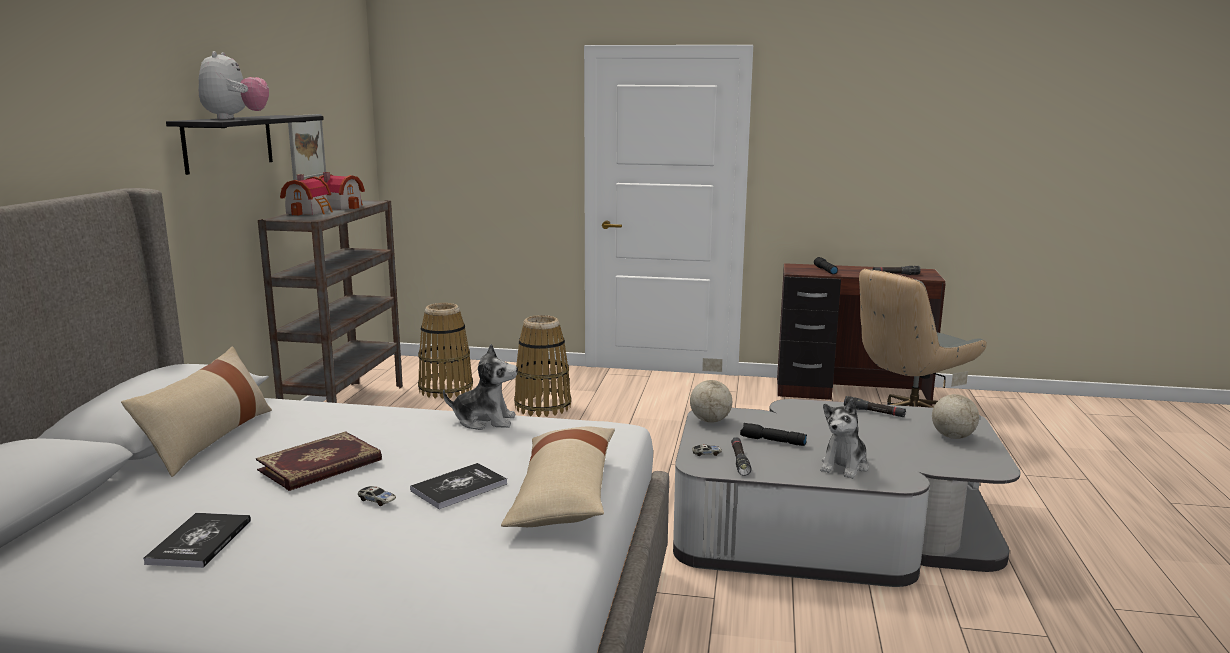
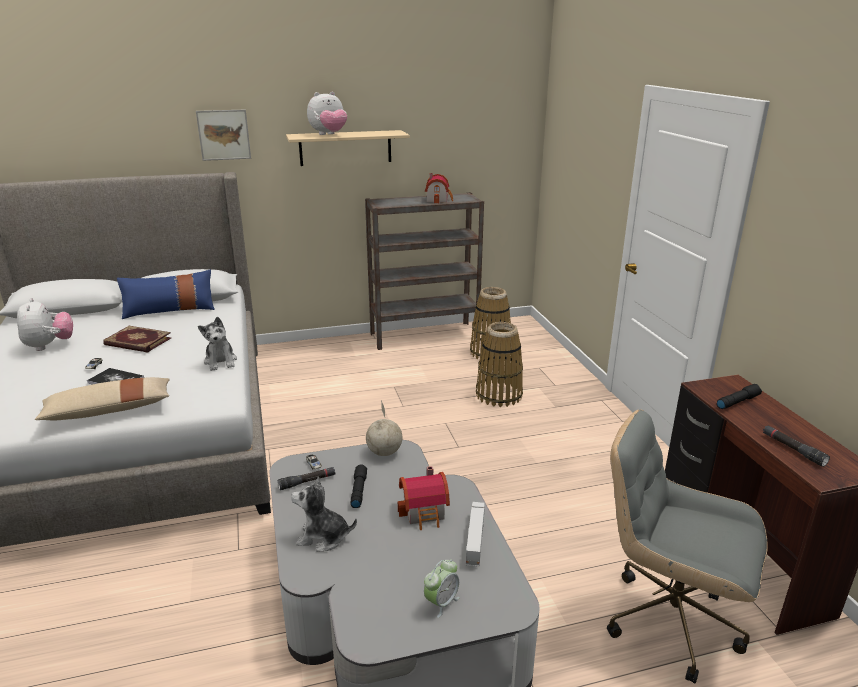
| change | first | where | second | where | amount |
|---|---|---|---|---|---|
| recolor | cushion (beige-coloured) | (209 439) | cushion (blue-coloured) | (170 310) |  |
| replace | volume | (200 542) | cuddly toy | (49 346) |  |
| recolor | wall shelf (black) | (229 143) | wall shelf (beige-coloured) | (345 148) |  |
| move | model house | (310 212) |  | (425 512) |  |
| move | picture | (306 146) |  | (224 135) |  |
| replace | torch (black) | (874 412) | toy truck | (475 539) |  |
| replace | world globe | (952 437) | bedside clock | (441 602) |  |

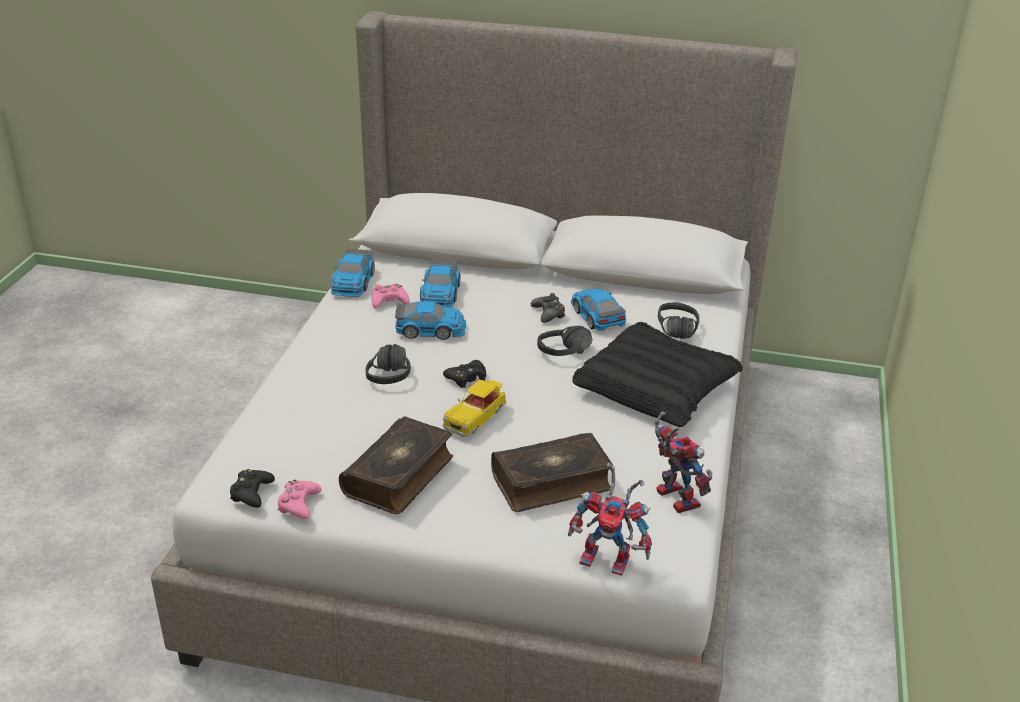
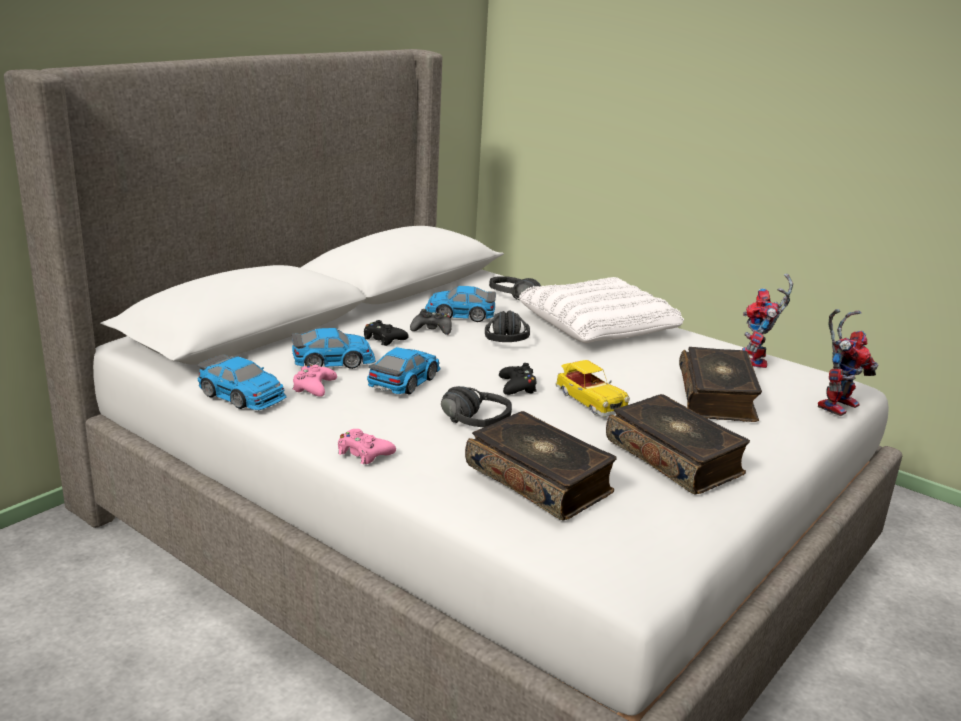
| change | first | where | second | where | amount |
|---|---|---|---|---|---|
| move | joypad (black) | (251 493) |  | (383 339) |  |
| move | joypad (pinkish) | (298 504) |  | (363 453) |  |
| rotate | miniature car | (440 294) |  | (334 361) | 45 degrees counterclockwise |
| recolor | cushion (black) | (656 388) | cushion (white-coloured) | (598 326) |  |
| rotate | toy robot | (672 496) |  | (757 361) | 75 degrees counterclockwise |
| insert |  |  | volume | (540 479) |  |

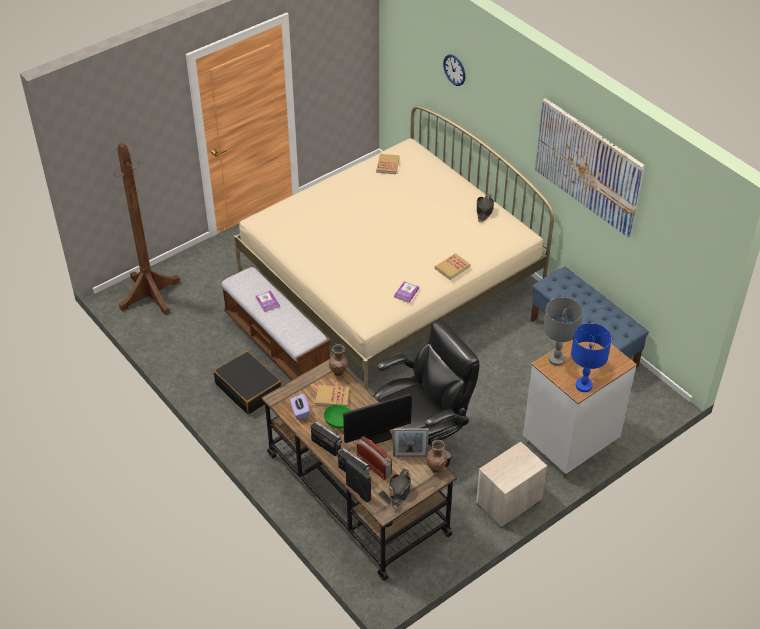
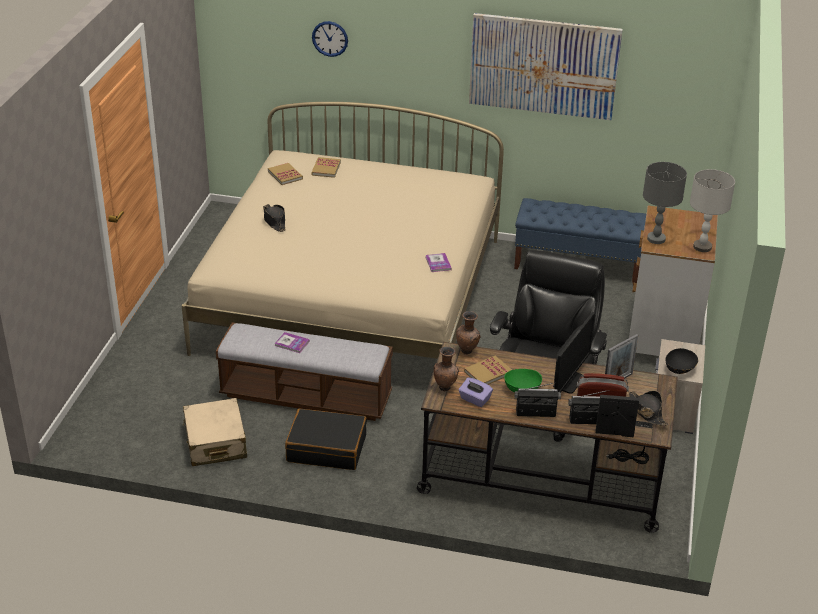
| change | first | where | second | where | amount |
|---|---|---|---|---|---|
| delete | garment stand (brown-coloured) | (150 295) |  |  |  |
| move | vase (brown-coloured) | (436 469) |  | (445 387) |  |
| move | volume | (452 267) |  | (326 169) |  |
| move | wearable hat (black) | (484 210) |  | (274 221) |  |
| recolor | tabletop lamp (blue-coloured) | (583 385) | tabletop lamp (grey) | (702 247) |  |
| insert |  |  | suitcase (beige-coloured) | (215 442) |  |
| insert |  |  | bowl (black) | (680 369) |  |

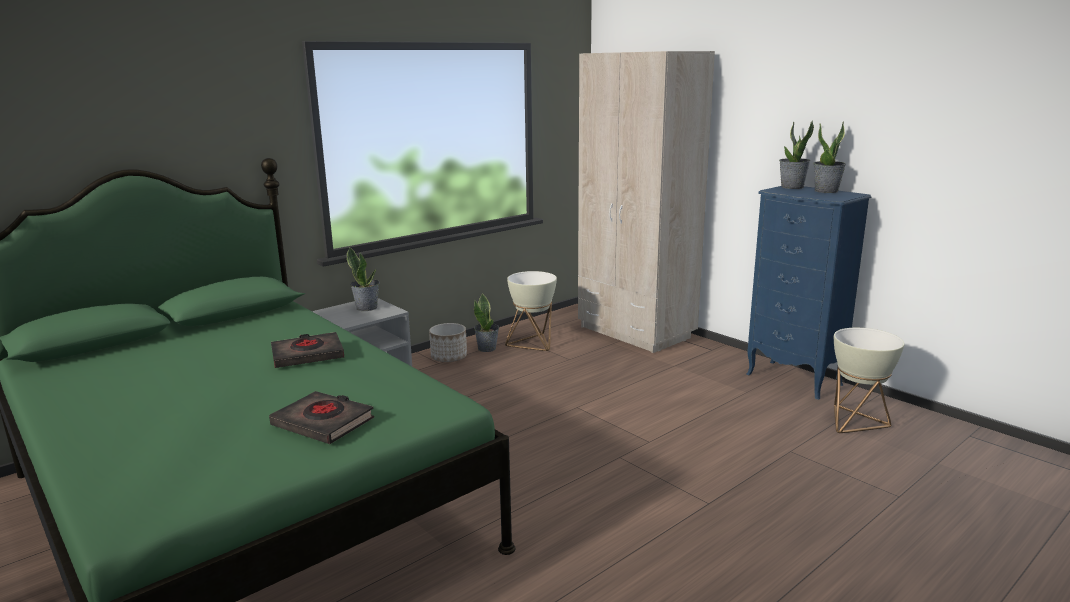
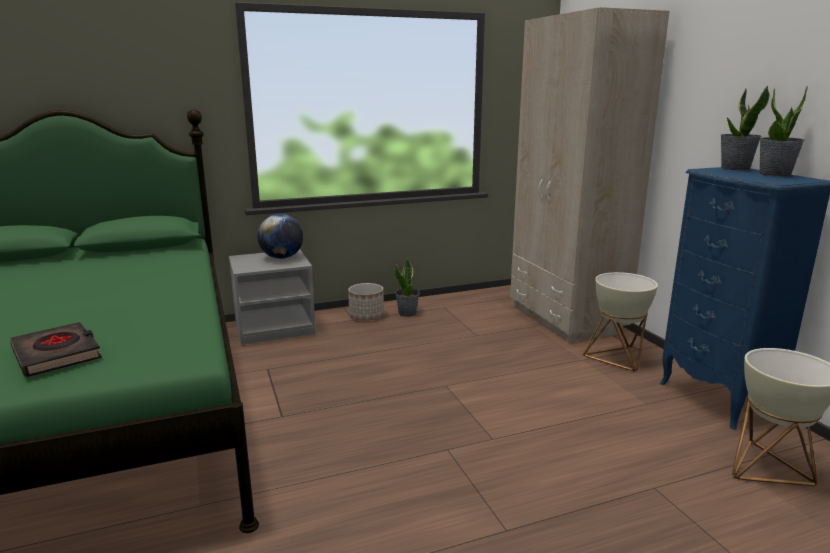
| change | first | where | second | where | amount |
|---|---|---|---|---|---|
| delete | volume (black) | (307 355) |  |  |  |
| replace | potted plant | (367 307) | world globe | (282 258) |  |
| move | planter | (532 344) |  | (616 359) |  |

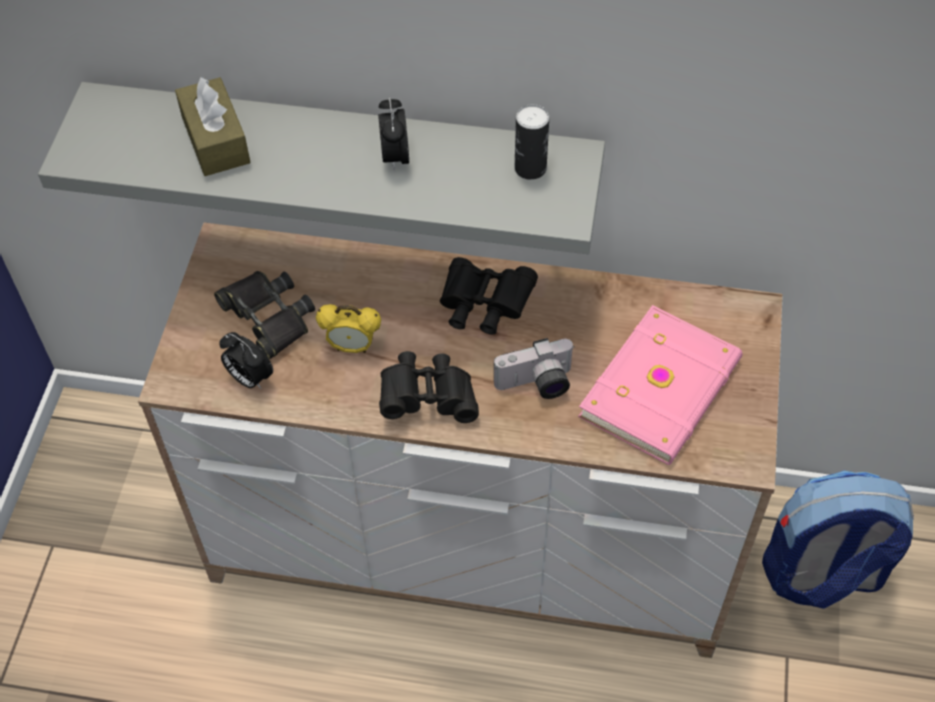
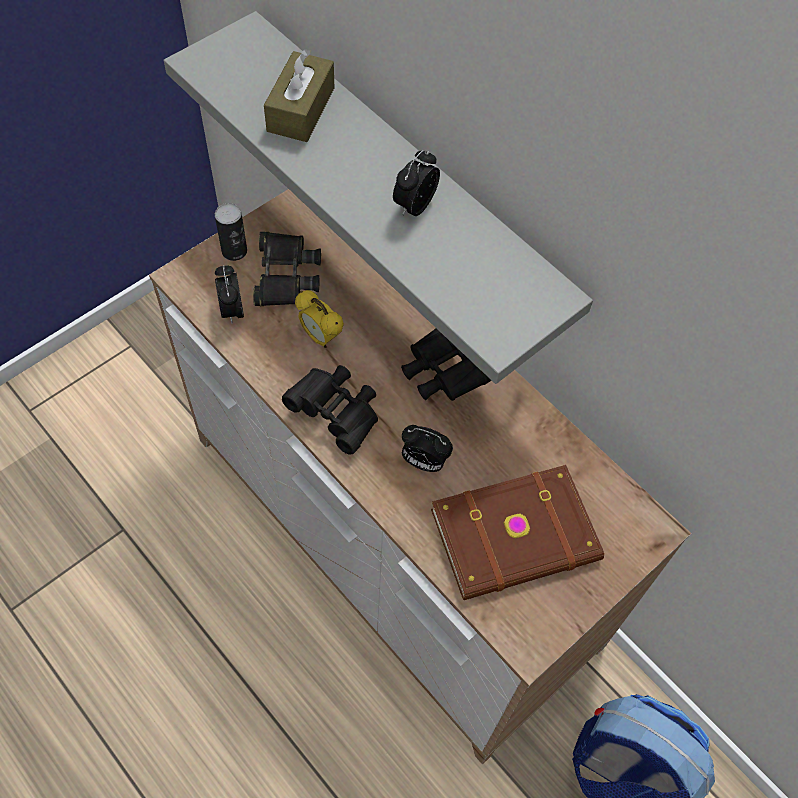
| change | first | where | second | where | amount |
|---|---|---|---|---|---|
| replace | still camera | (536 385) | bedside clock | (423 462) |  |
| move | metal can | (530 168) |  | (234 251) |  |
| recolor | volume (pinkish) | (663 389) | volume (brown-coloured) | (517 537) |  |

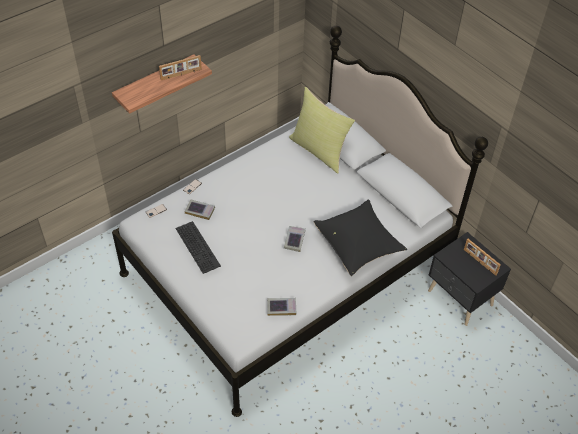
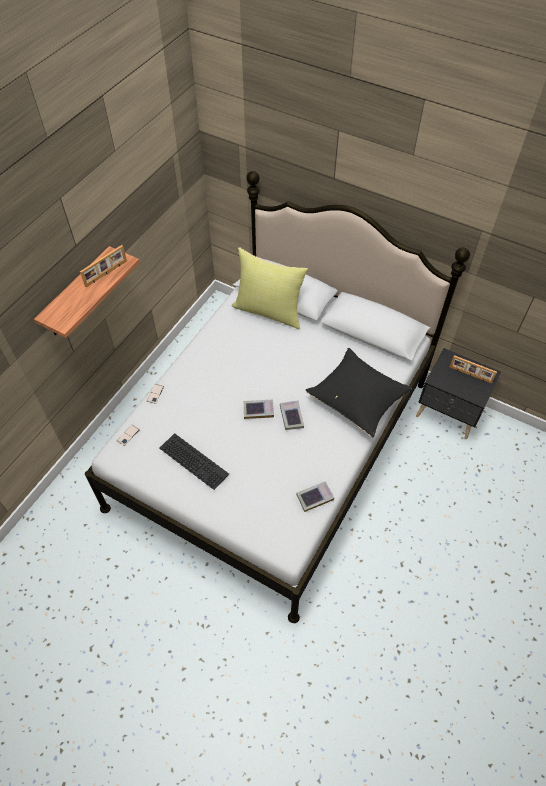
| change | first | where | second | where | amount |
|---|---|---|---|---|---|
| move | volume | (200 211) |  | (258 410) |  |

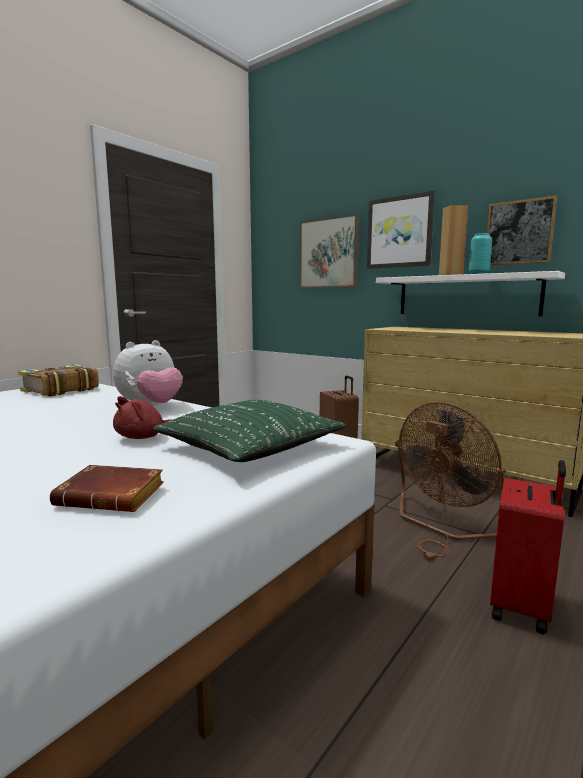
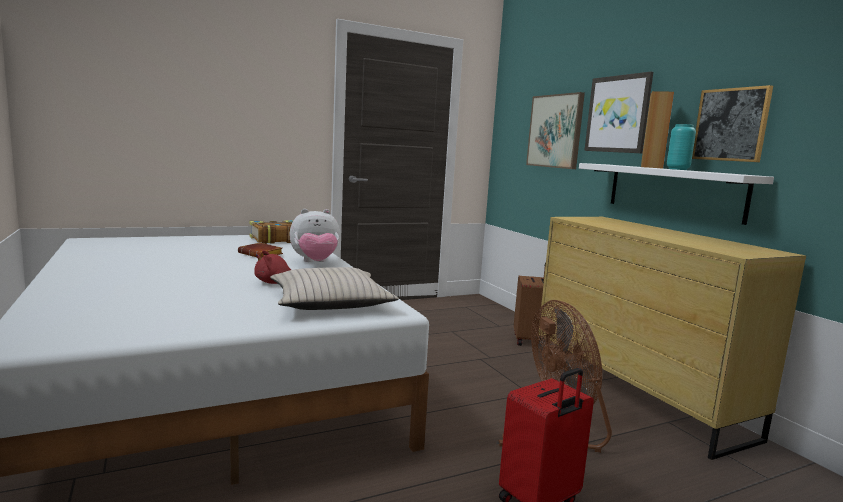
| change | first | where | second | where | amount |
|---|---|---|---|---|---|
| move | volume (brown-coloured) | (114 496) |  | (262 254) |  |
| recolor | cushion (green) | (249 447) | cushion (beige-coloured) | (330 302) |  |

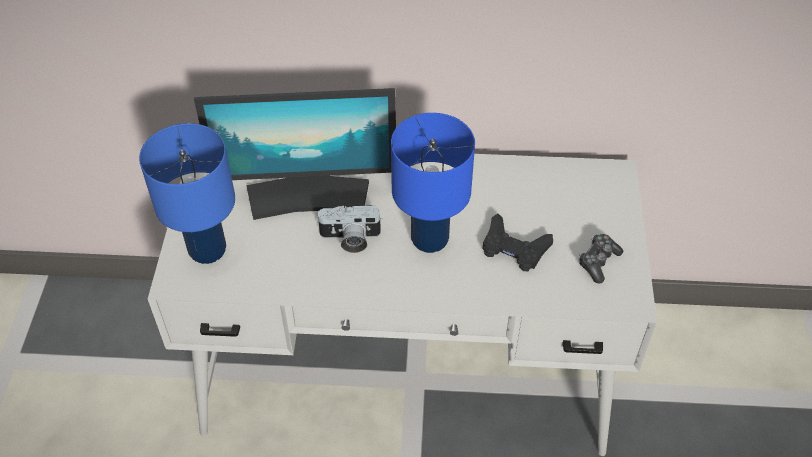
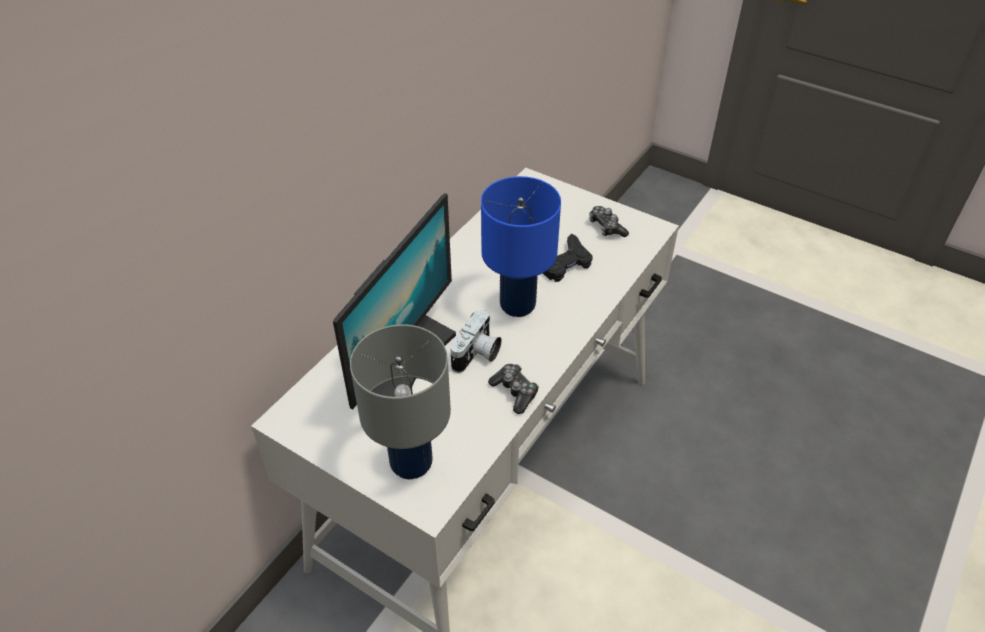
| change | first | where | second | where | amount |
|---|---|---|---|---|---|
| recolor | tabletop lamp (blue-coloured) | (209 252) | tabletop lamp (grey) | (414 464) |  |
| insert |  |  | joypad | (515 392) |  |

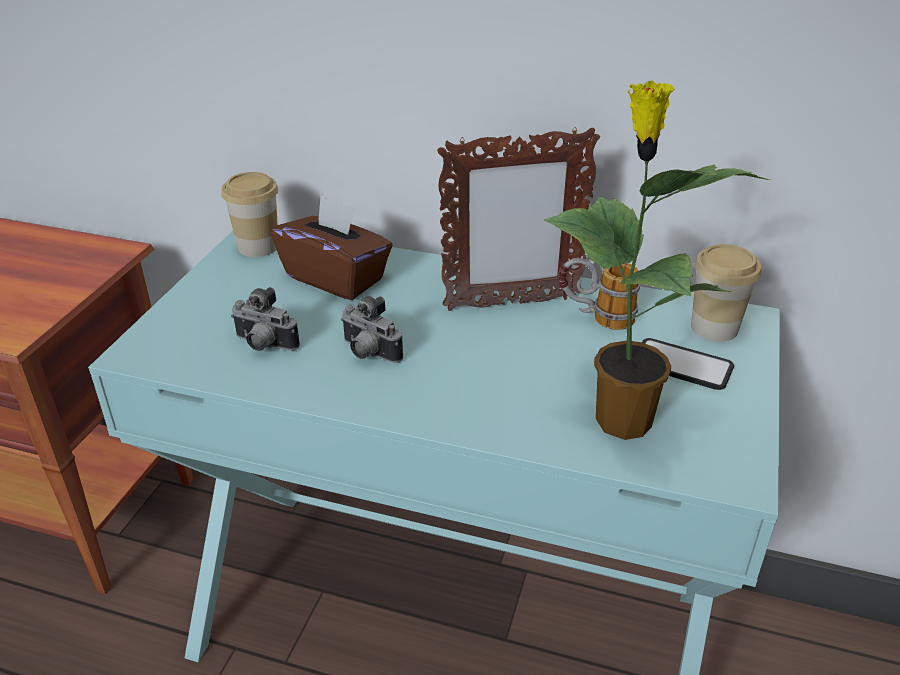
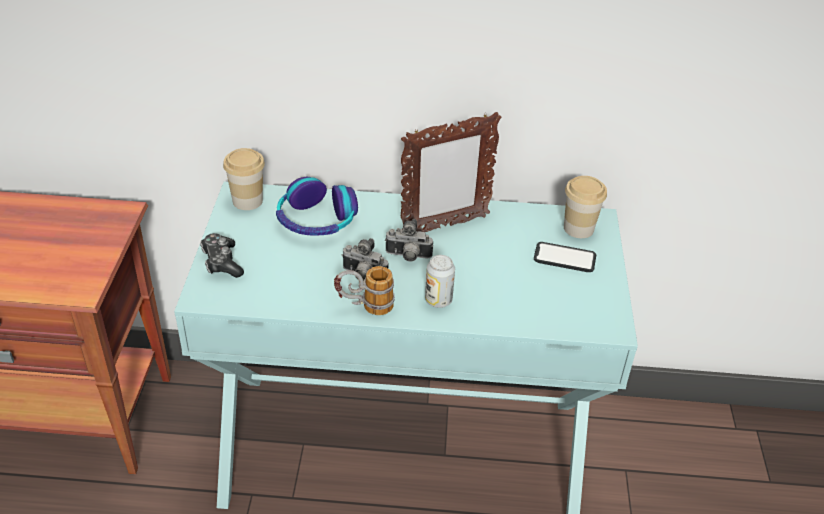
| change | first | where | second | where | amount |
|---|---|---|---|---|---|
| move | still camera | (264 346) |  | (408 257) |  |
| replace | tissue holder (brown-coloured) | (336 278) | pair of headphones | (316 220) |  |
| delete | potted plant | (619 419) |  |  |  |
| move | coffee mug | (595 319) |  | (364 307) |  |
| insert |  |  | joypad | (222 262) |  |
| insert |  |  | metal can | (438 300) |  |

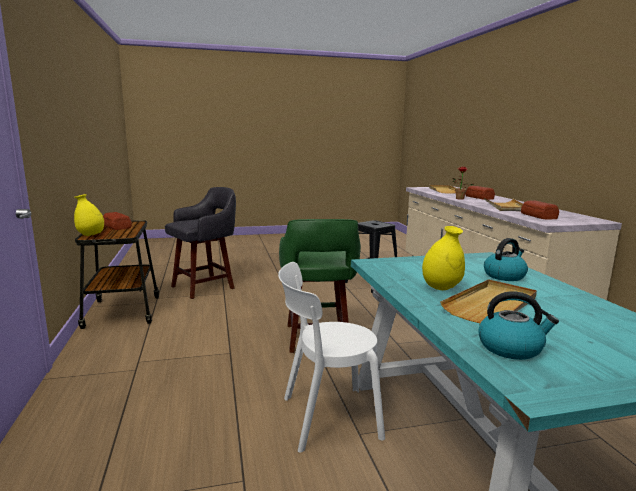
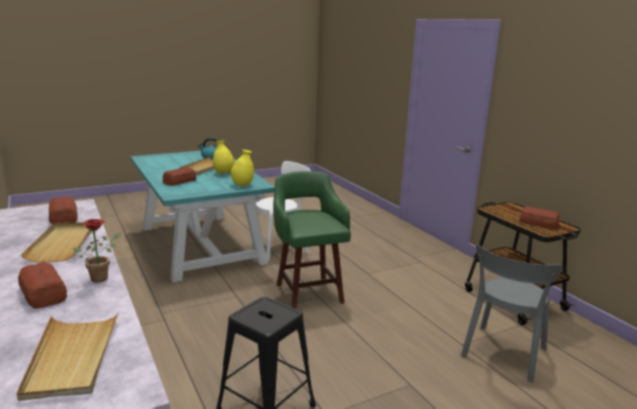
| change | first | where | second | where | amount |
|---|---|---|---|---|---|
| move | vase (yellow-coloured) | (91 235) |  | (242 185) |  |
| replace | sitting stool (grey) | (205 287) | chair (grey) | (502 355) |  |
| replace | tea kettle | (504 276) | baked bread | (180 181) |  |

